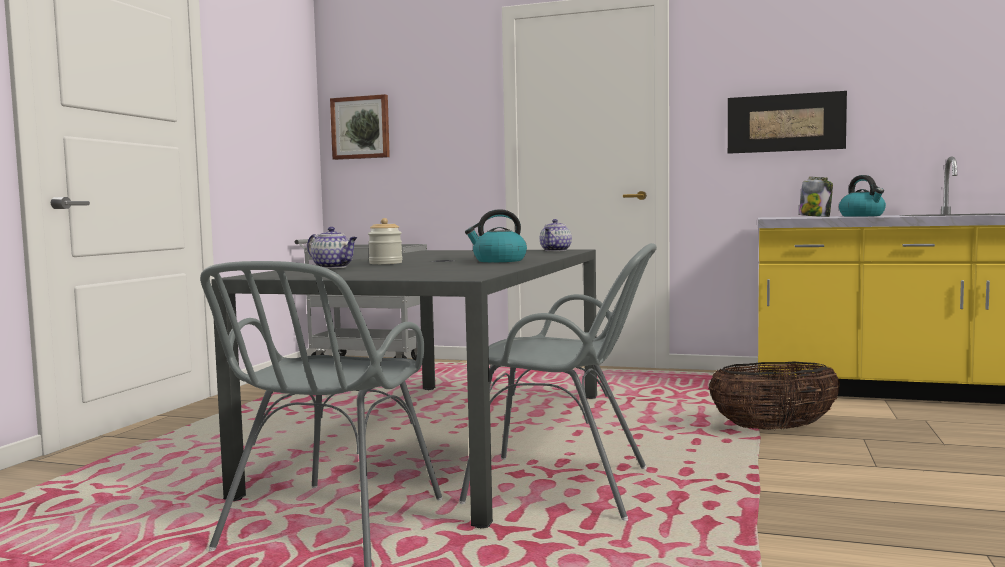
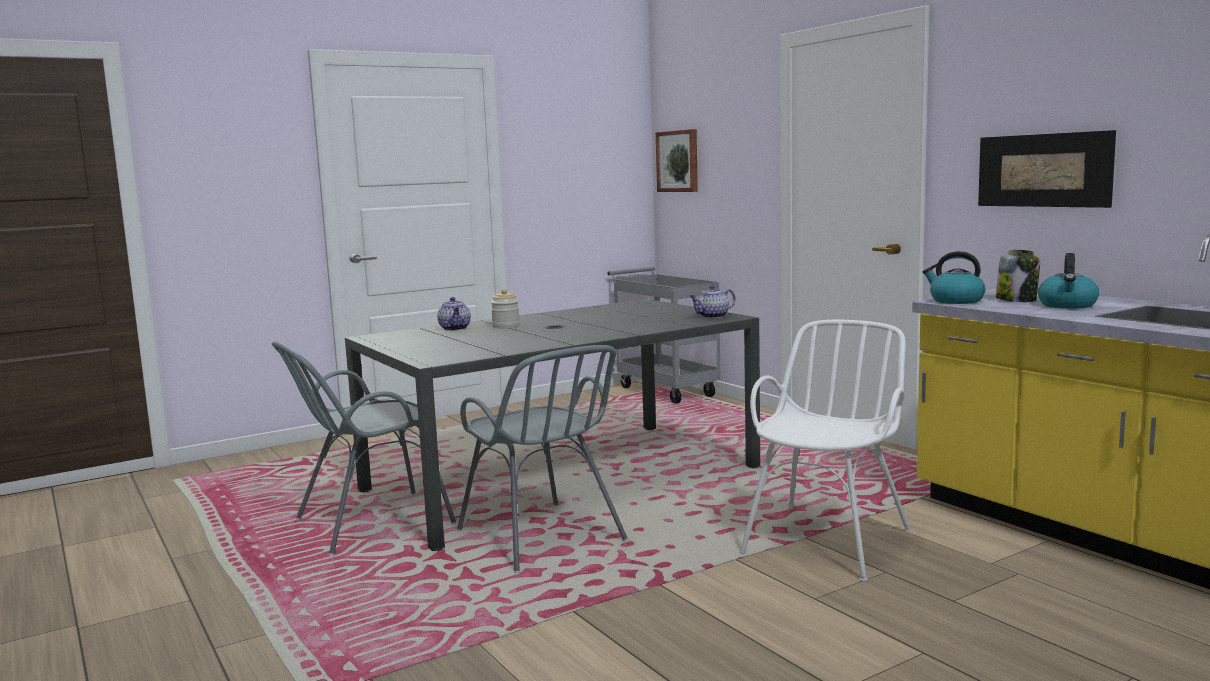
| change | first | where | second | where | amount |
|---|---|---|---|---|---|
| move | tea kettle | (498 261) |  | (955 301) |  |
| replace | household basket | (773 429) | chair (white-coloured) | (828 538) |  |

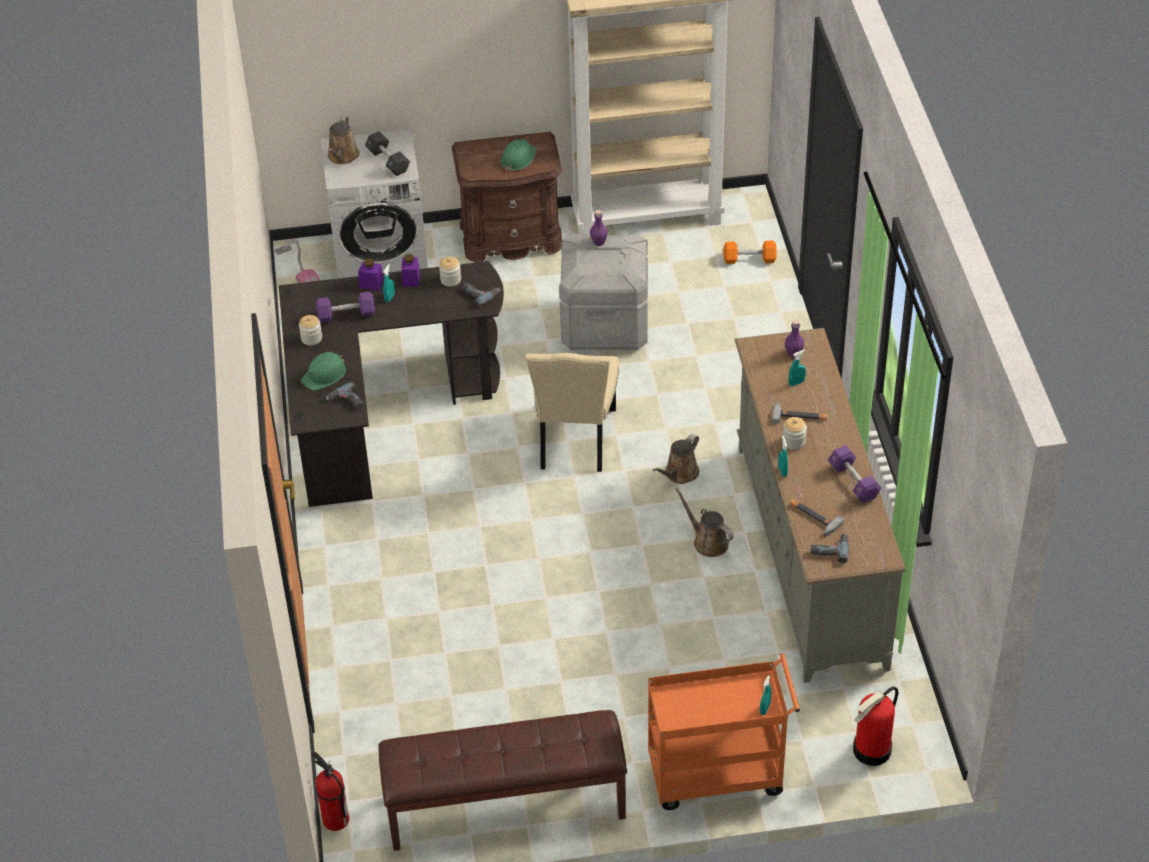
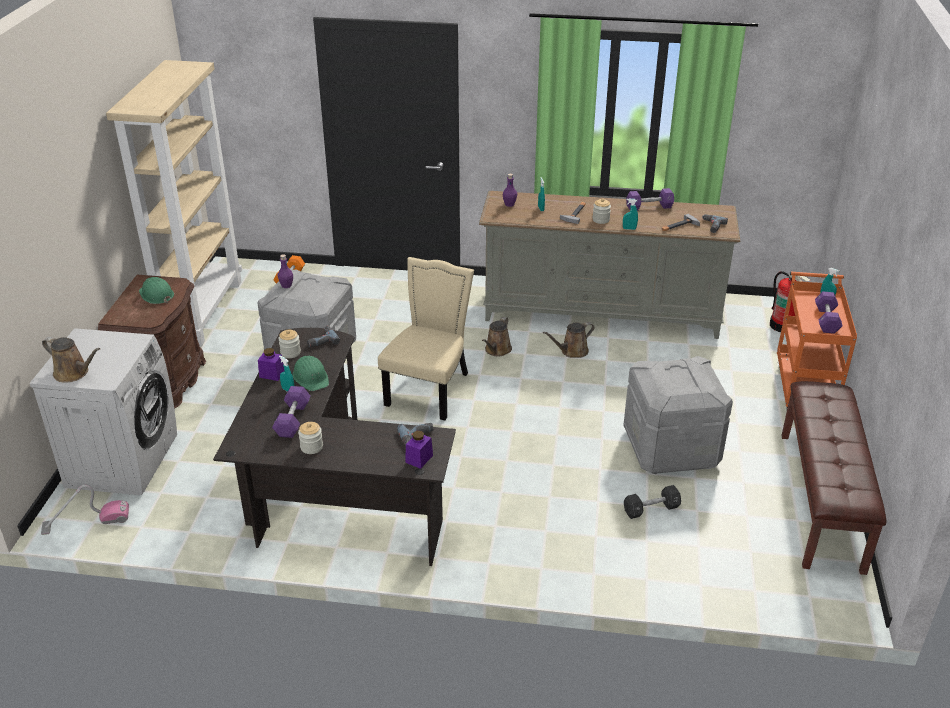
| change | first | where | second | where | amount |
|---|---|---|---|---|---|
| move | safety helmet (green) | (325 375) |  | (311 377) |  |
| delete | fire extinguisher | (334 819) |  |  |  |
| move | storage jar (purple) | (371 283) |  | (419 459) |  |
| move | dumbbell (black) | (388 161) |  | (651 509) |  |
| rotate | chair (beige-coloured) | (574 436) |  | (429 391) | 90 degrees counterclockwise |
| rotate | watering pot (brown-coloured) | (679 474) |  | (497 350) | 60 degrees clockwise |
| insert |  |  | storage box (grey) | (671 448) |  |
| insert |  |  | dumbbell (purple) | (826 320) |  |

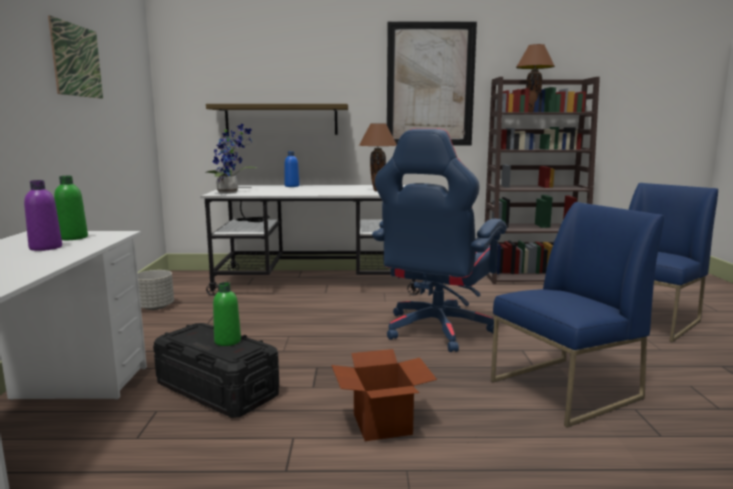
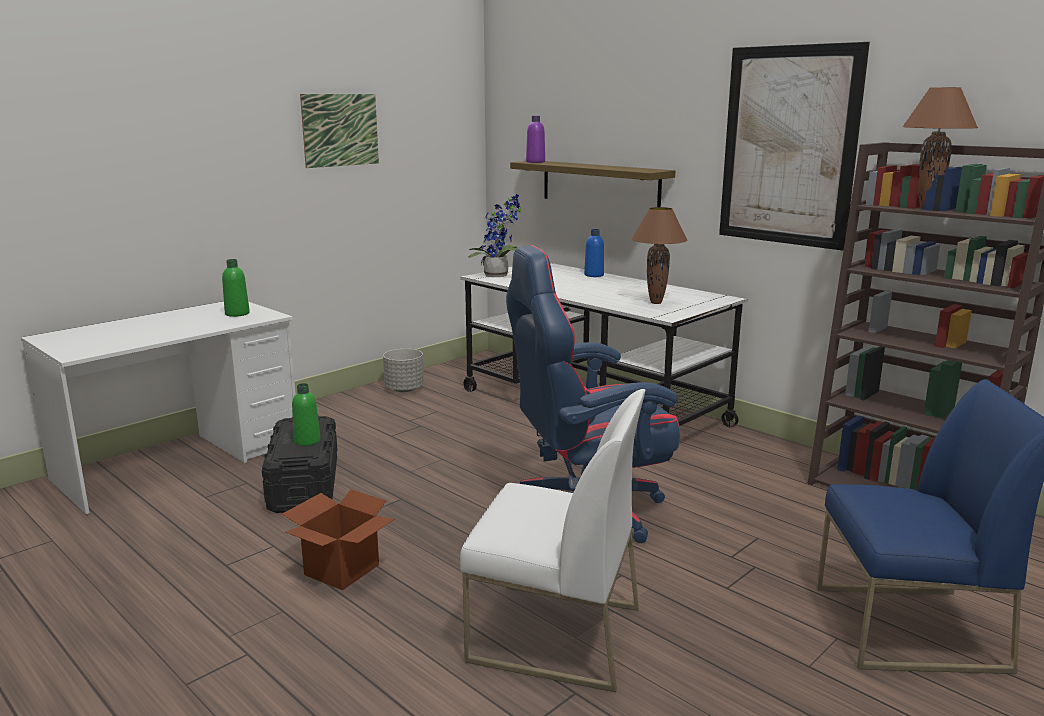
| change | first | where | second | where | amount |
|---|---|---|---|---|---|
| move | drink bottle (purple) | (46 248) |  | (535 162) |  |
| recolor | chair (blue-coloured) | (565 390) | chair (white-coloured) | (554 634) |  |

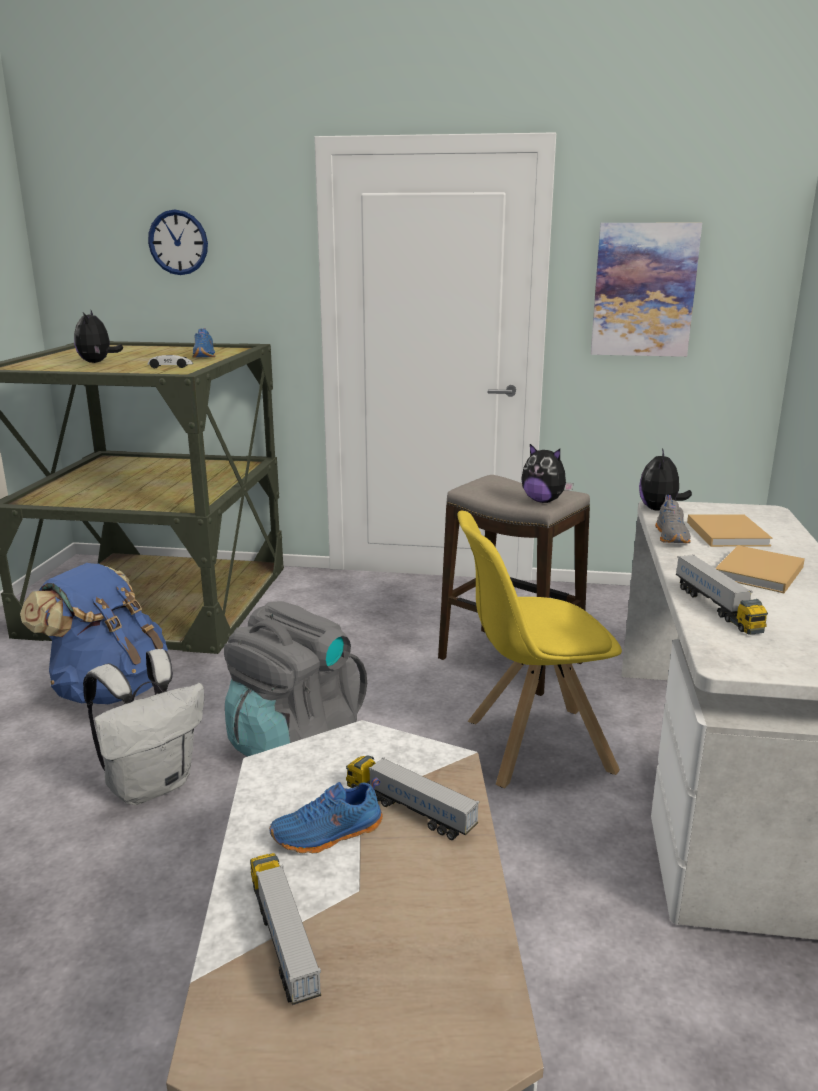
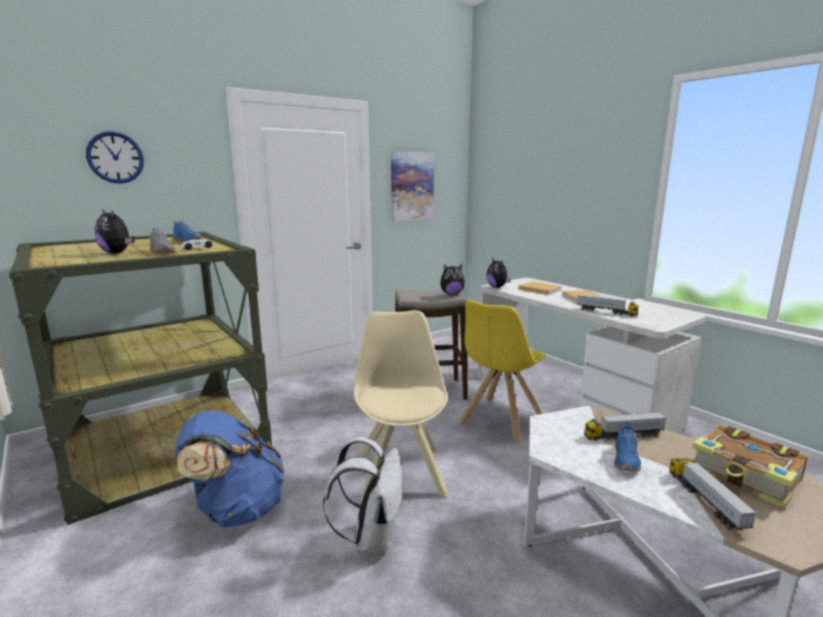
| change | first | where | second | where | amount |
|---|---|---|---|---|---|
| replace | knapsack (grey) | (294 738) | chair (beige-coloured) | (401 471) |  |
| rotate | toy truck | (283 940) |  | (705 501) | 60 degrees clockwise |
| move | low shoe (grey) | (672 537) |  | (163 252) |  |
| insert |  |  | volume | (746 476) |  |

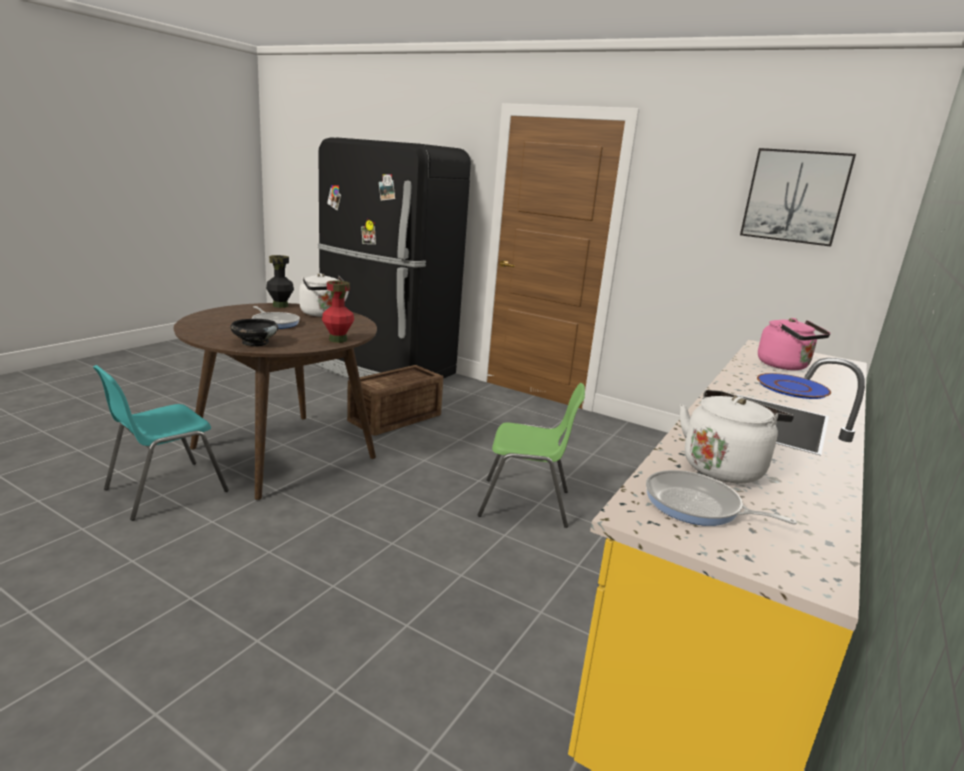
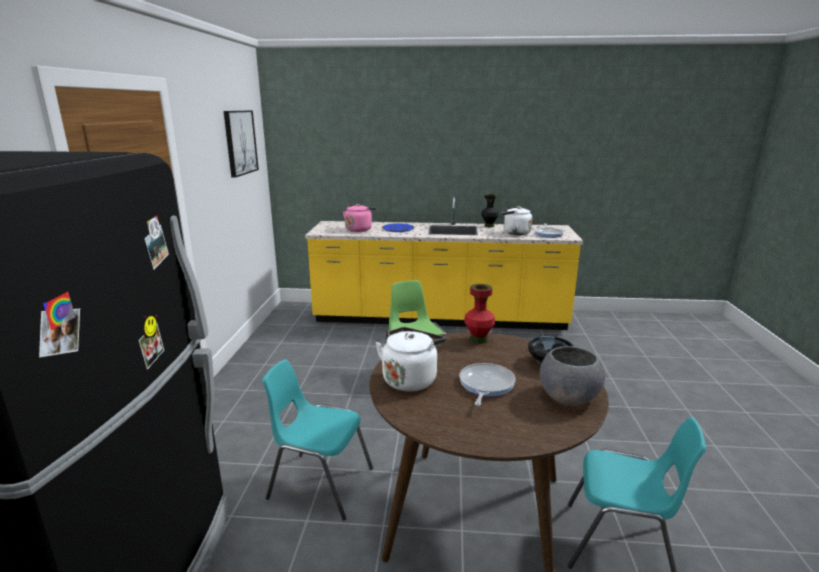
| change | first | where | second | where | amount |
|---|---|---|---|---|---|
| move | vase (black) | (280 306) |  | (489 226) |  |
| replace | packing crate | (397 418) | chair (turquoise-coloured) | (319 483) |  |
| insert |  |  | bowl (grey) | (569 396) |  |

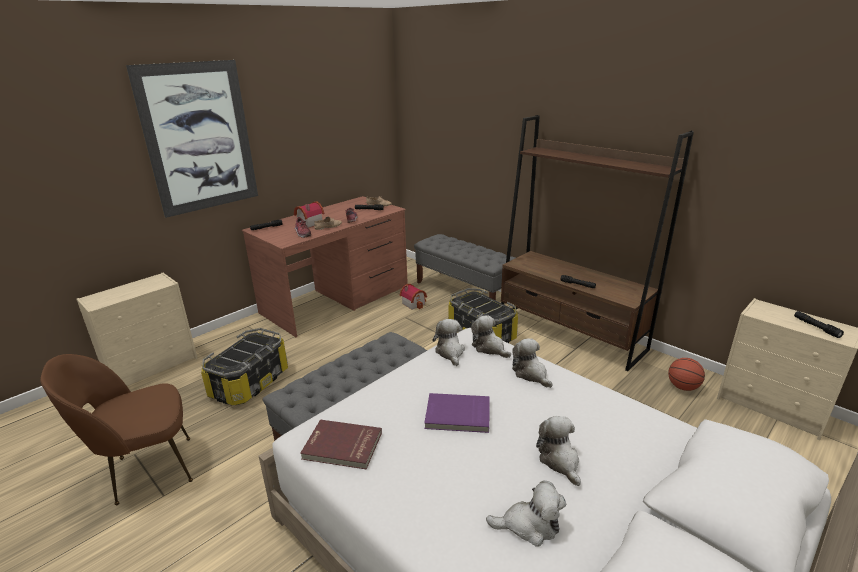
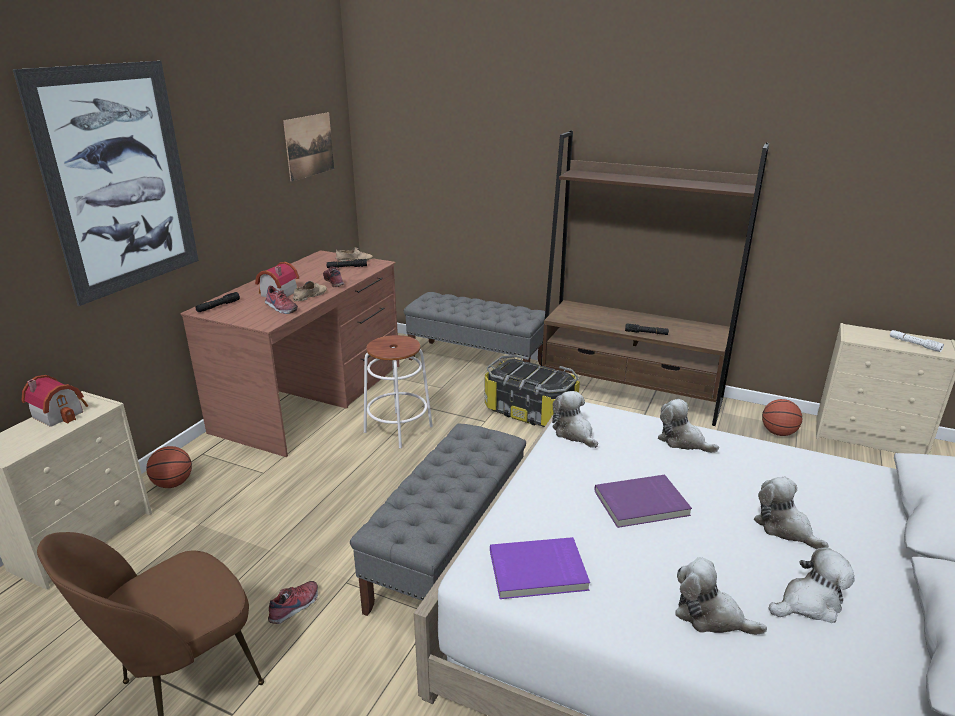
| change | first | where | second | where | amount |
|---|---|---|---|---|---|
| delete | storage box | (249 383) |  |  |  |
| recolor | volume (red-coloured) | (342 447) | volume (purple) | (538 571) |  |
| move | model house | (414 303) |  | (60 413) |  |
| move | cuddly toy | (489 348) |  | (710 616) |  |
| recolor | torch (black) | (816 327) | torch (white-coloured) | (914 344) |  |
| insert |  |  | ball for basketball | (173 484) |  |
| insert |  |  | low shoe | (295 607) |  |
| insert |  |  | picture | (309 146) |  |
| insert |  |  | sitting stool (white-coloured) | (398 429) |  |

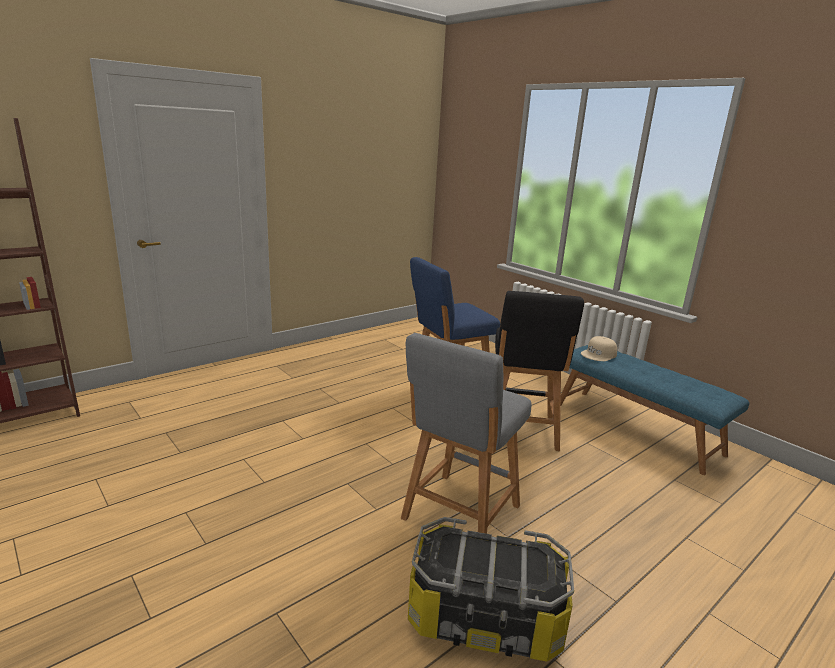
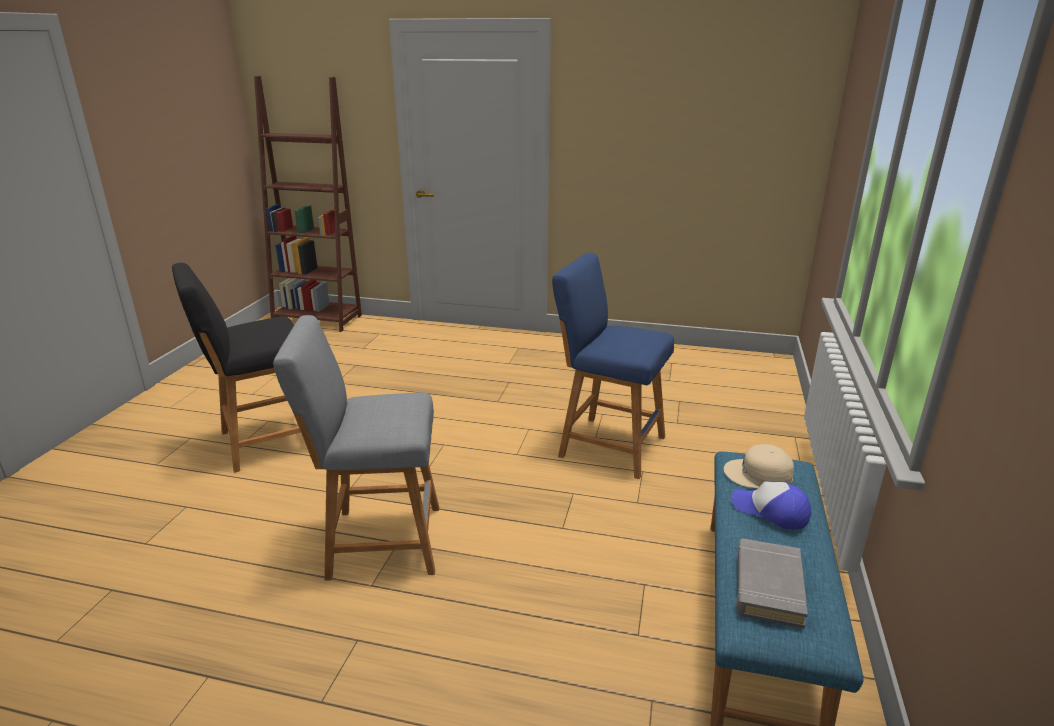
| change | first | where | second | where | amount |
|---|---|---|---|---|---|
| delete | storage box | (484 617) |  |  |  |
| move | sitting stool (black) | (520 431) |  | (264 442) |  |
| insert |  |  | peaked cap | (771 511) |  |
| insert |  |  | volume (grey) | (768 587) |  |

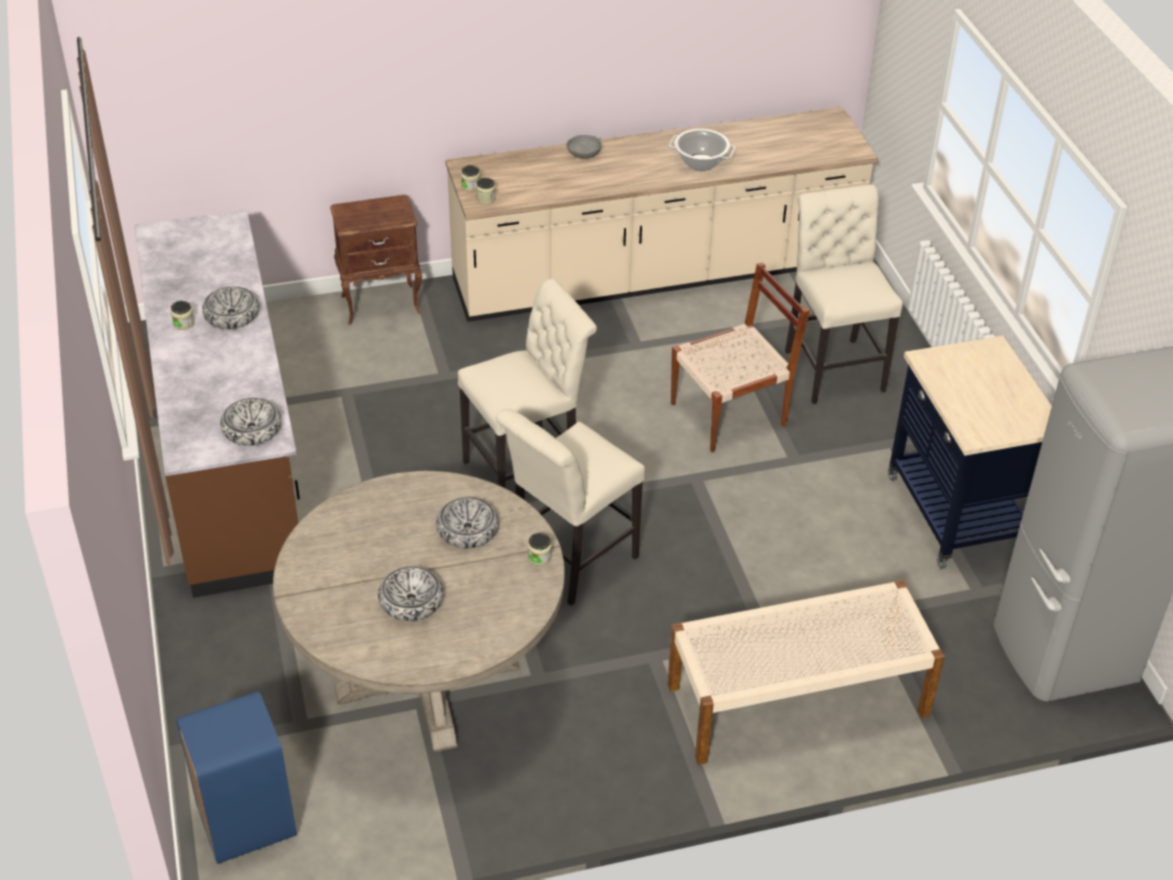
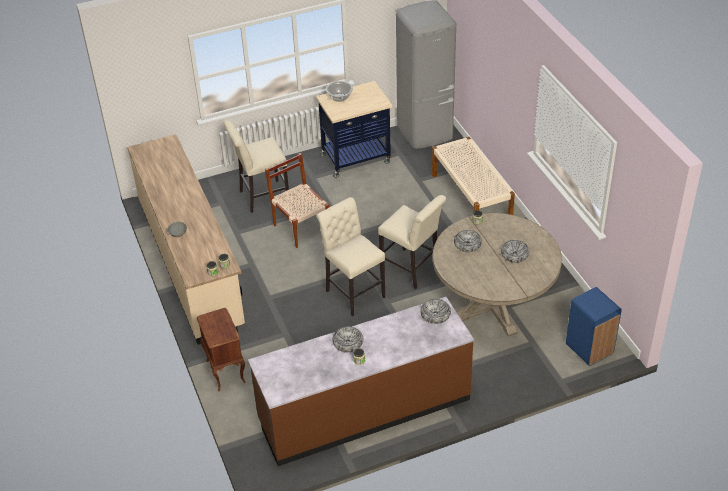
| change | first | where | second | where | amount |
|---|---|---|---|---|---|
| move | cooking pot | (700 162) |  | (339 97) |  |

